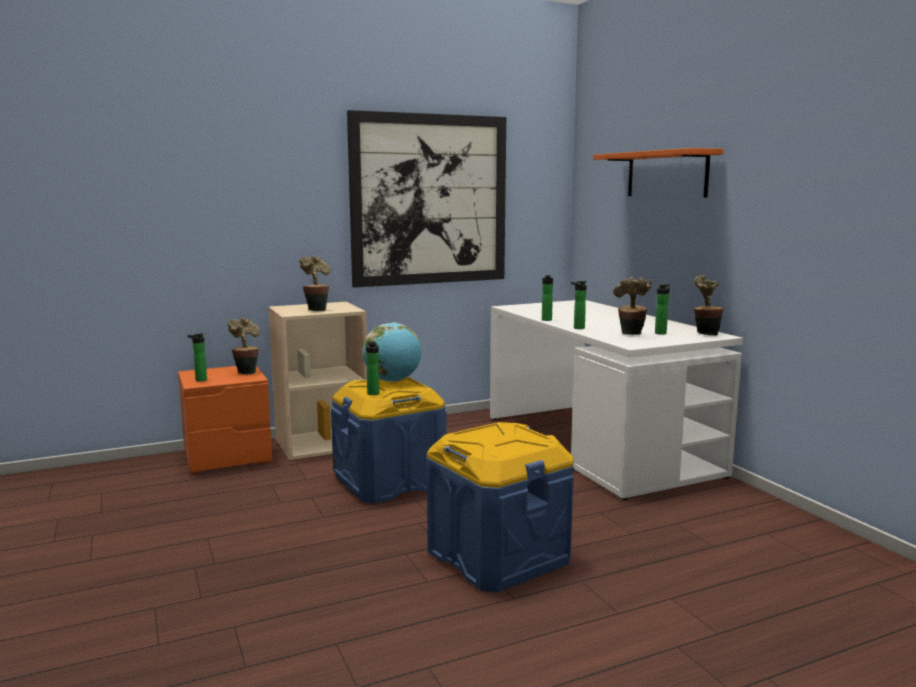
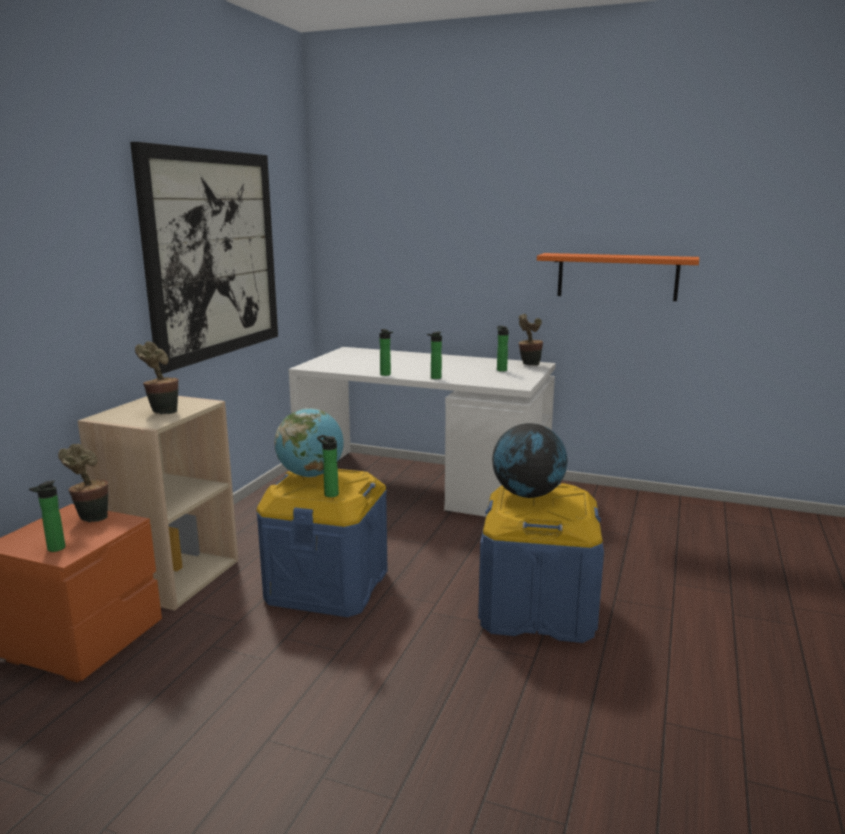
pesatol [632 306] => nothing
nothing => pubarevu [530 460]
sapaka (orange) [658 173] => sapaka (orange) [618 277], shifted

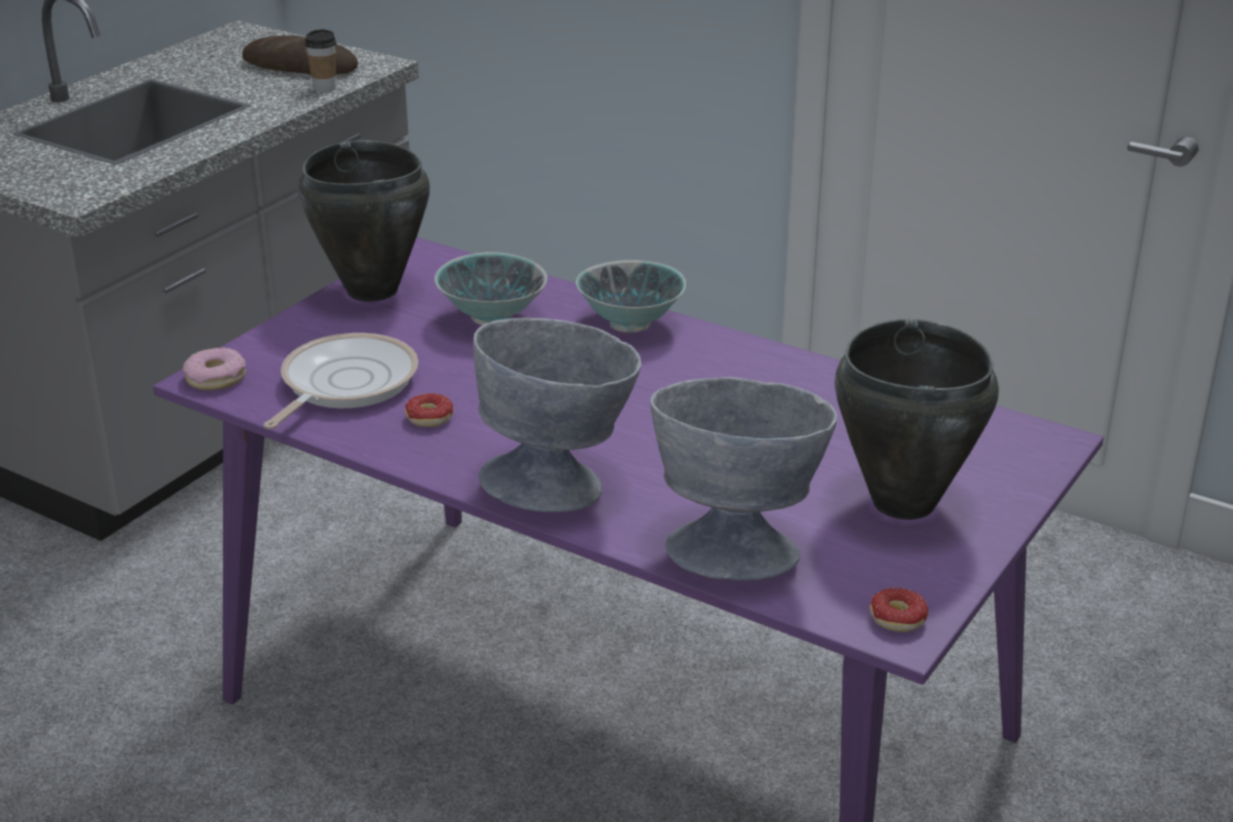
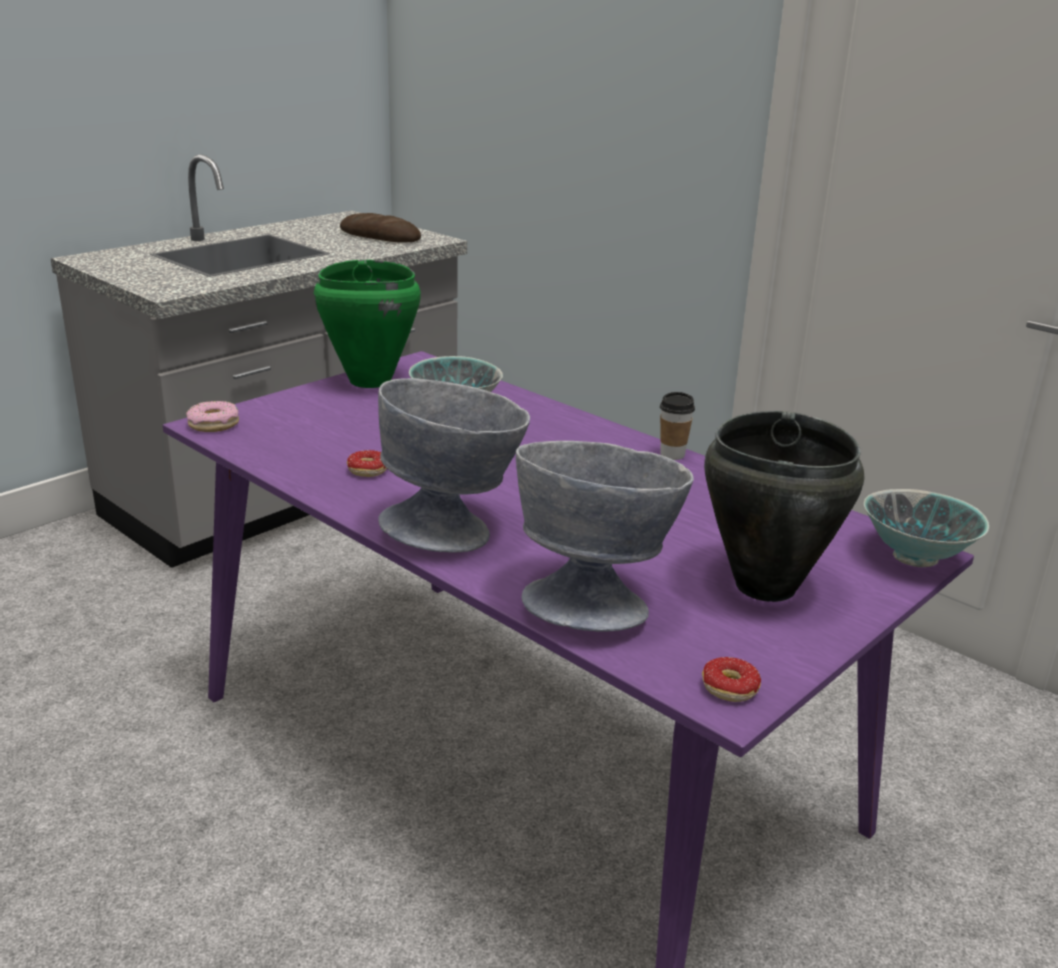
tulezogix [341 381] => nothing
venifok [320 60] => venifok [677 426], shifted
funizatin [631 296] => funizatin [926 528], shifted
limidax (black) [364 221] => limidax (green) [367 323]

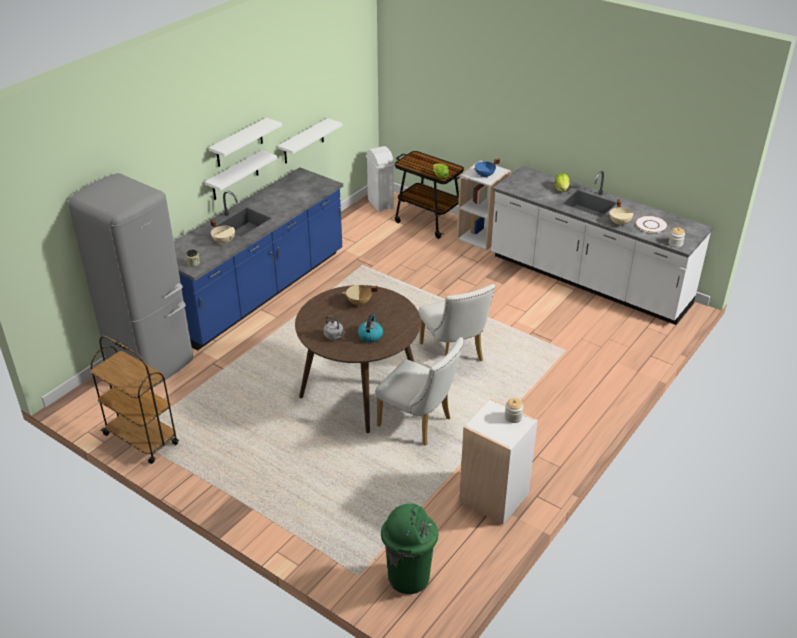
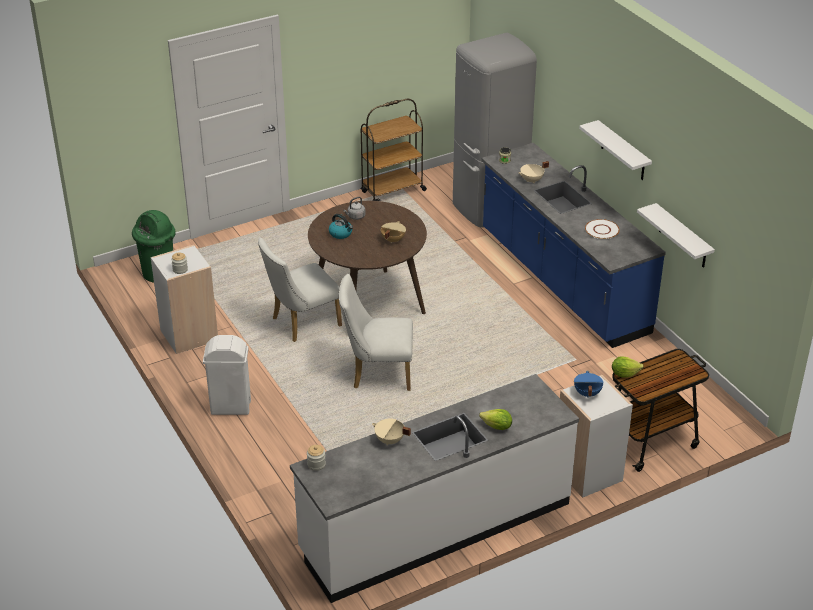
sapaka (white) [241 175] => nothing
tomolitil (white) [380 179] => tomolitil (white) [227 375], shifted
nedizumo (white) [651 224] => nedizumo (white) [602 229], shifted

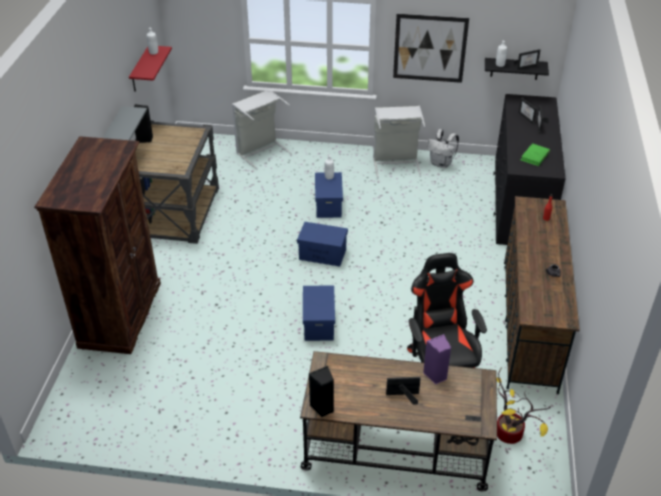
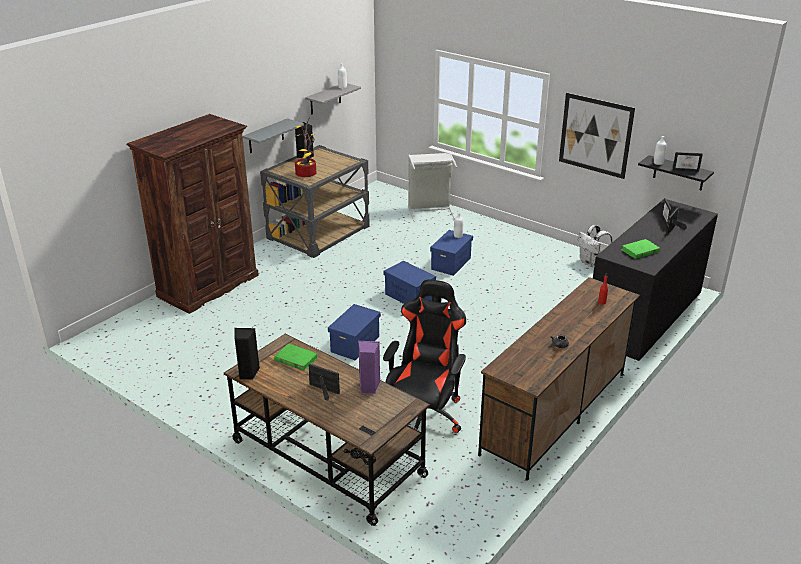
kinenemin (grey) [399 142] => nothing
nothing => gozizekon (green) [296 357]
pesatol [524 405] => pesatol [305 148], shifted
sapaka (red) [150 68] => sapaka (grey) [333 98]

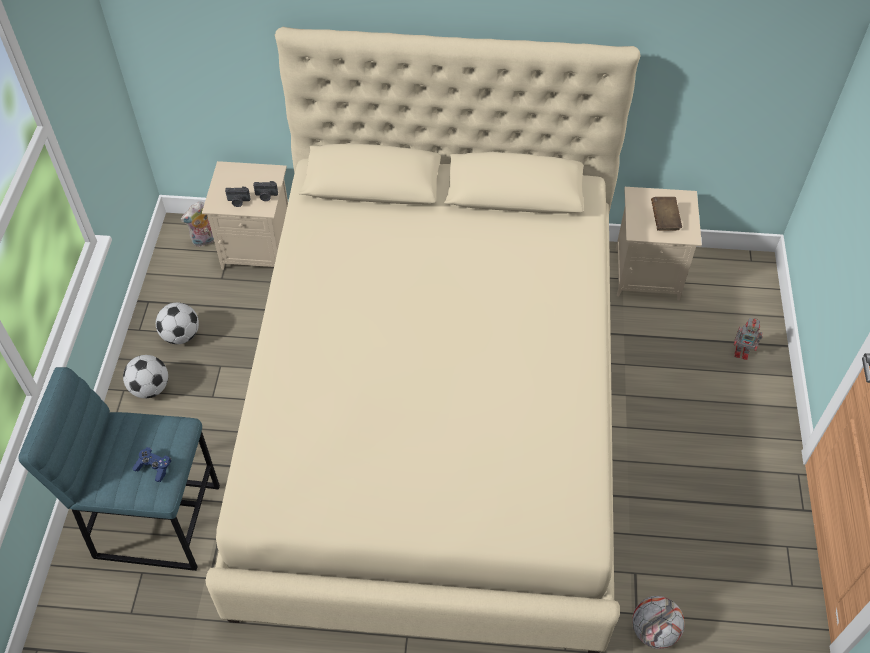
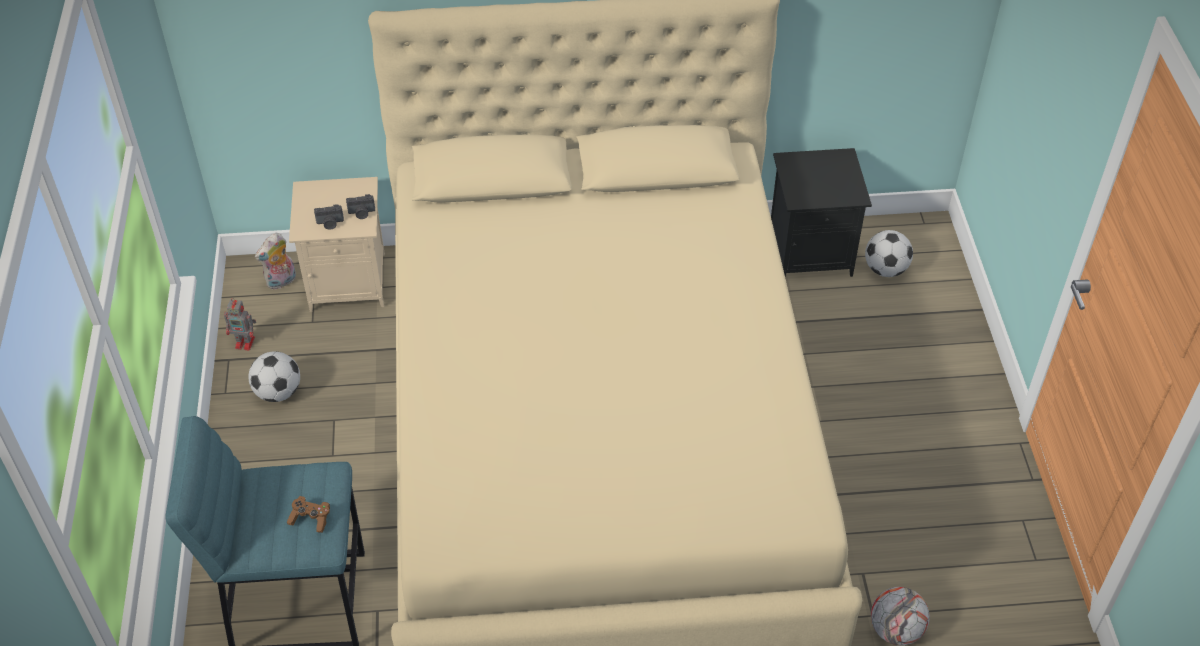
gozizekon (brown) [666 214] => nothing
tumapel [145 376] => tumapel [889 253], shifted
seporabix [748 339] => seporabix [240 324], shifted
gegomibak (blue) [151 464] => gegomibak (brown) [308 514]
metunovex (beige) [659 243] => metunovex (black) [821 212]

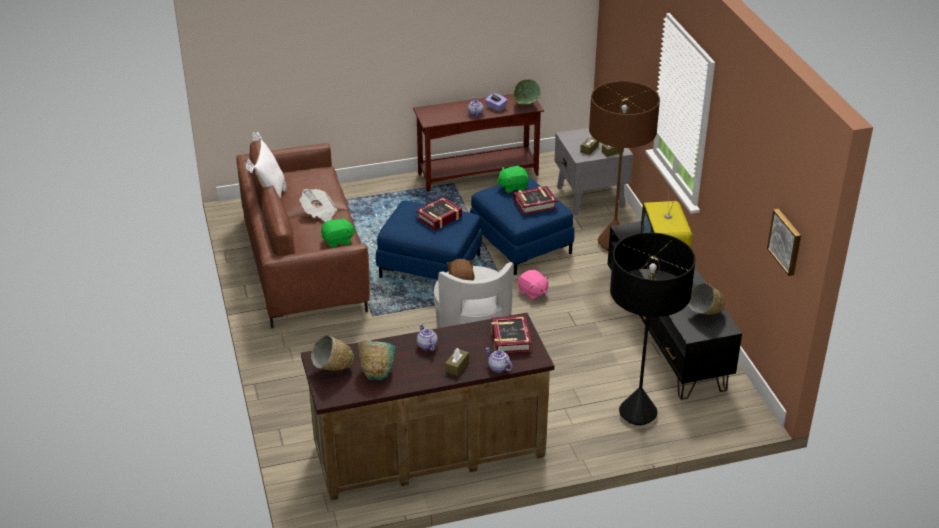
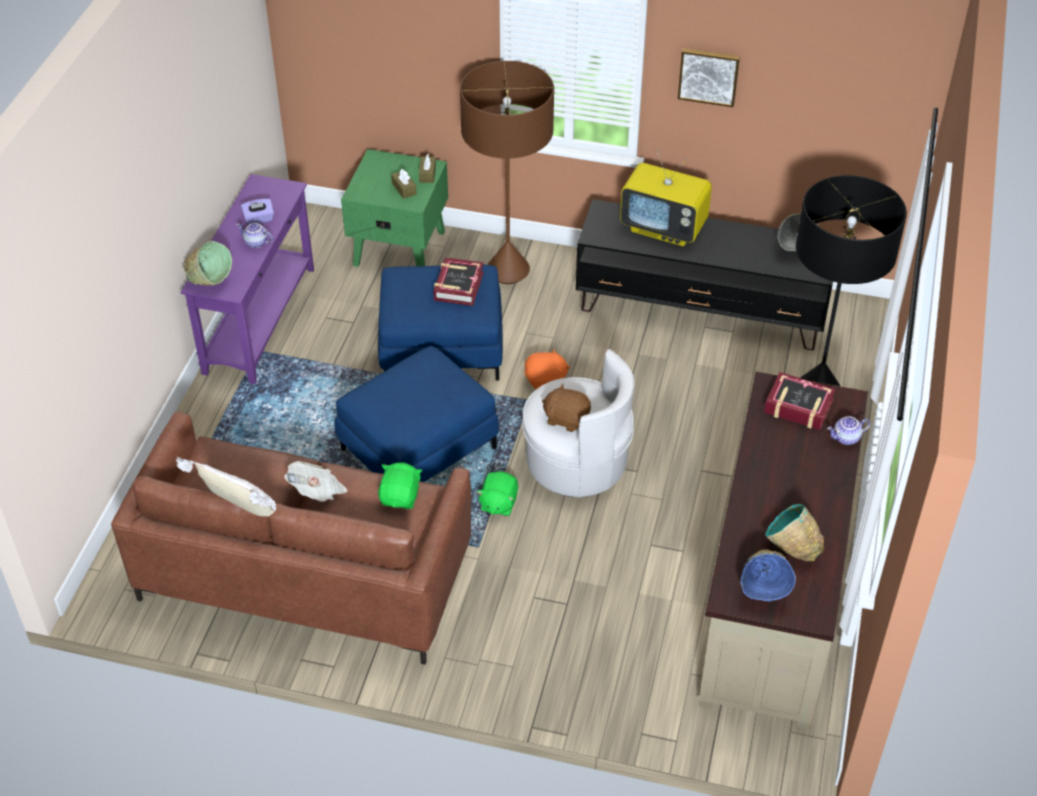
gozizekon [439 213] => nothing
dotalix [427 337] => nothing
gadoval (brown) [457 362] => nothing
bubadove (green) [513 179] => bubadove (green) [497 493], shifted
funizatin (green) [527 92] => funizatin (green) [208 263], shifted
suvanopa [784 242] => suvanopa [709 77], shifted
funizatin (grey) [332 353] => funizatin (blue) [768 575]
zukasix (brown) [478 143] => zukasix (purple) [247 279]
bubadove (pink) [533 285] => bubadove (orange) [547 368]
metunovex (grey) [594 172] => metunovex (green) [394 208]

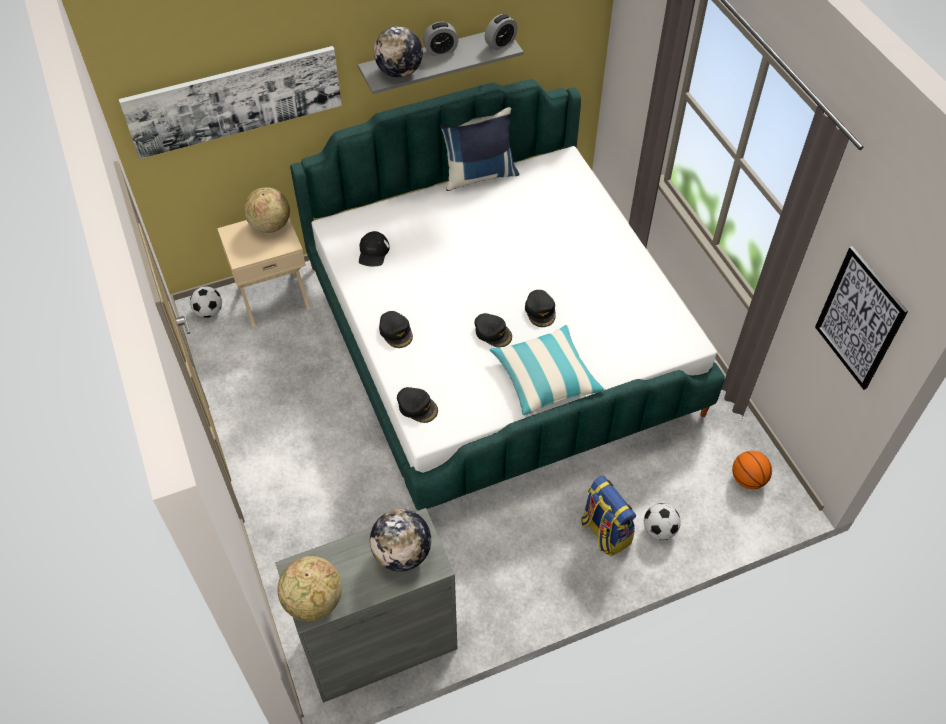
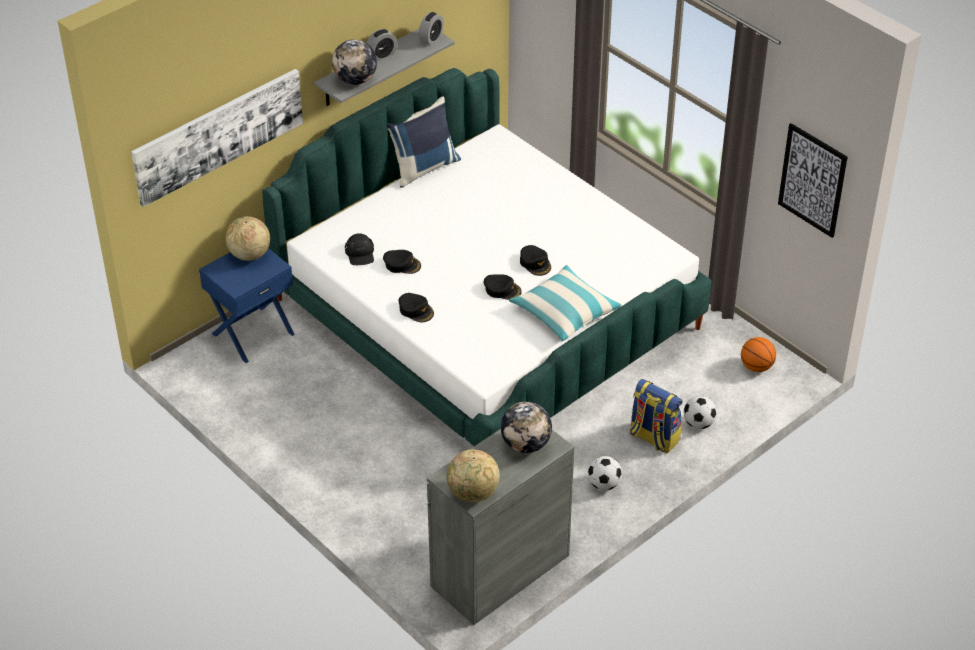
tumapel [206 302] => tumapel [605 473], shifted
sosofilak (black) [417 405] => sosofilak (black) [402 262], shifted
metunovex (beige) [263 272] => metunovex (blue) [247 305]

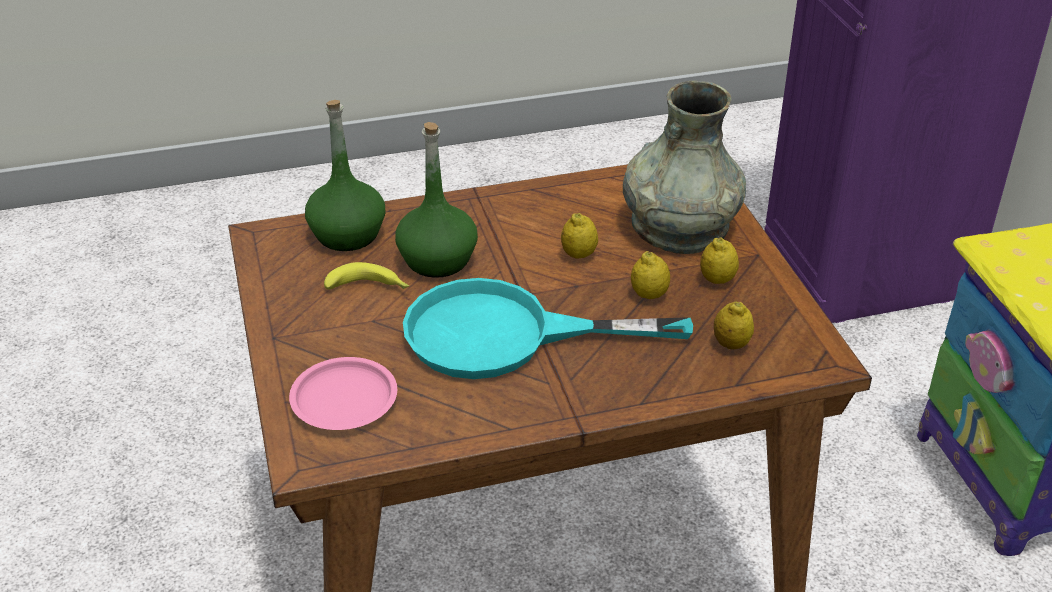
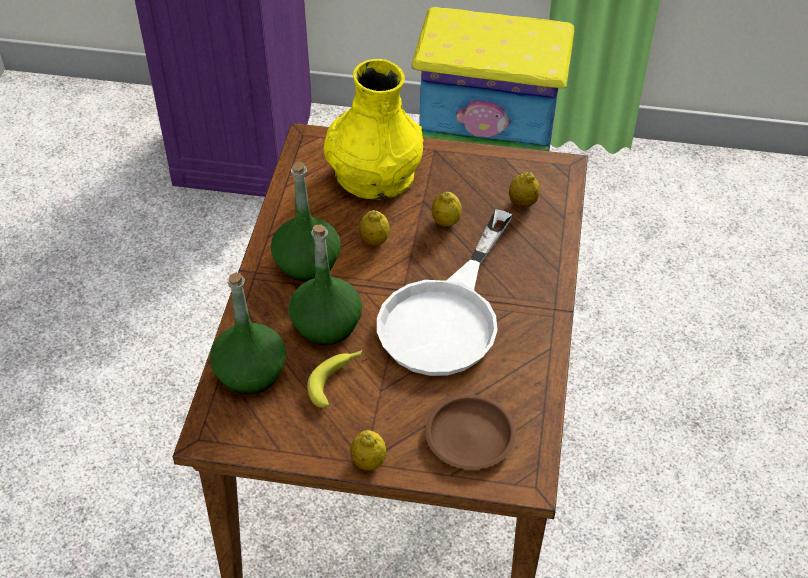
nothing => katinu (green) [306 221]
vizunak [719 261] => vizunak [368 450], shifted
nedizumo (pink) [343 393] => nedizumo (brown) [470 432]
tulezogix (turquoise) [548 328] => tulezogix (white) [444 292]
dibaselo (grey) [684 167] => dibaselo (yellow) [373 129]

